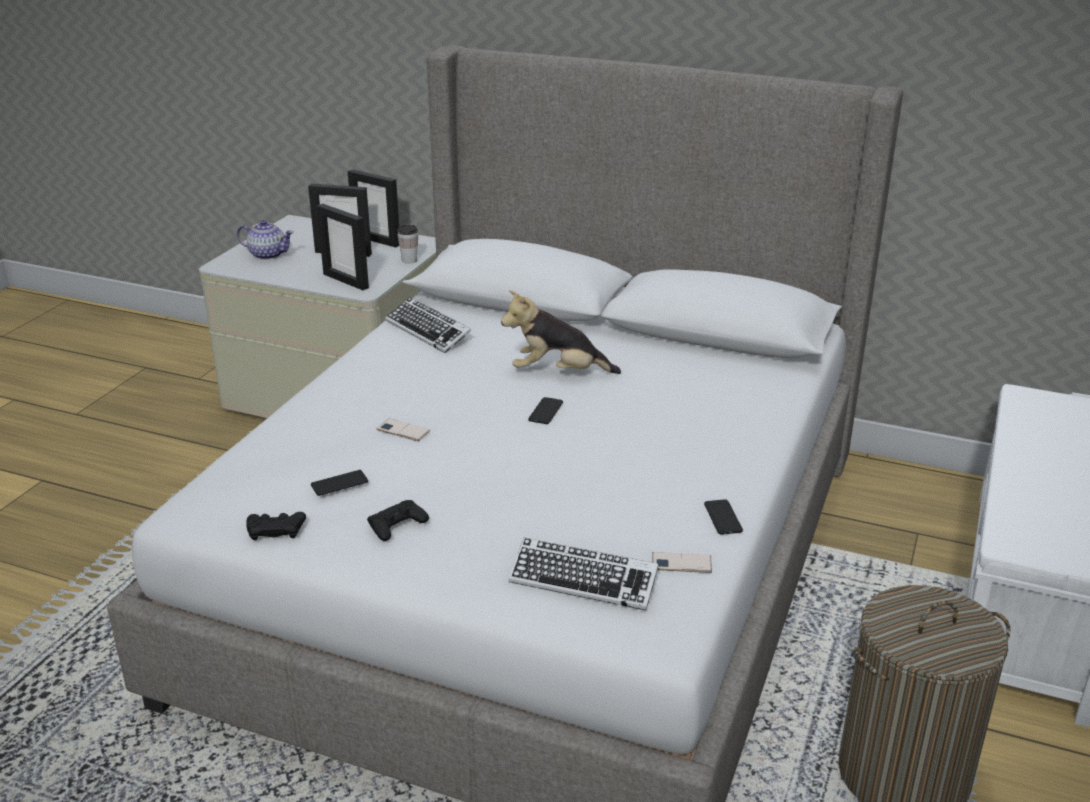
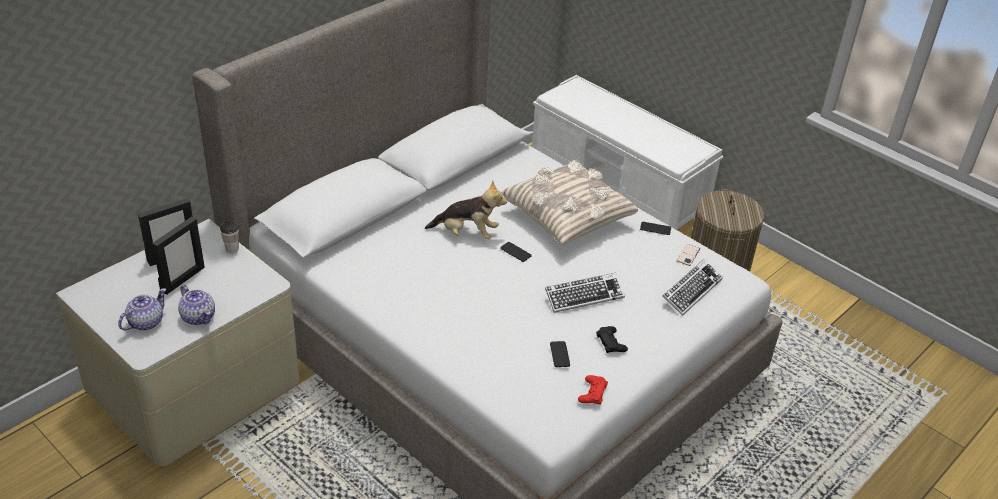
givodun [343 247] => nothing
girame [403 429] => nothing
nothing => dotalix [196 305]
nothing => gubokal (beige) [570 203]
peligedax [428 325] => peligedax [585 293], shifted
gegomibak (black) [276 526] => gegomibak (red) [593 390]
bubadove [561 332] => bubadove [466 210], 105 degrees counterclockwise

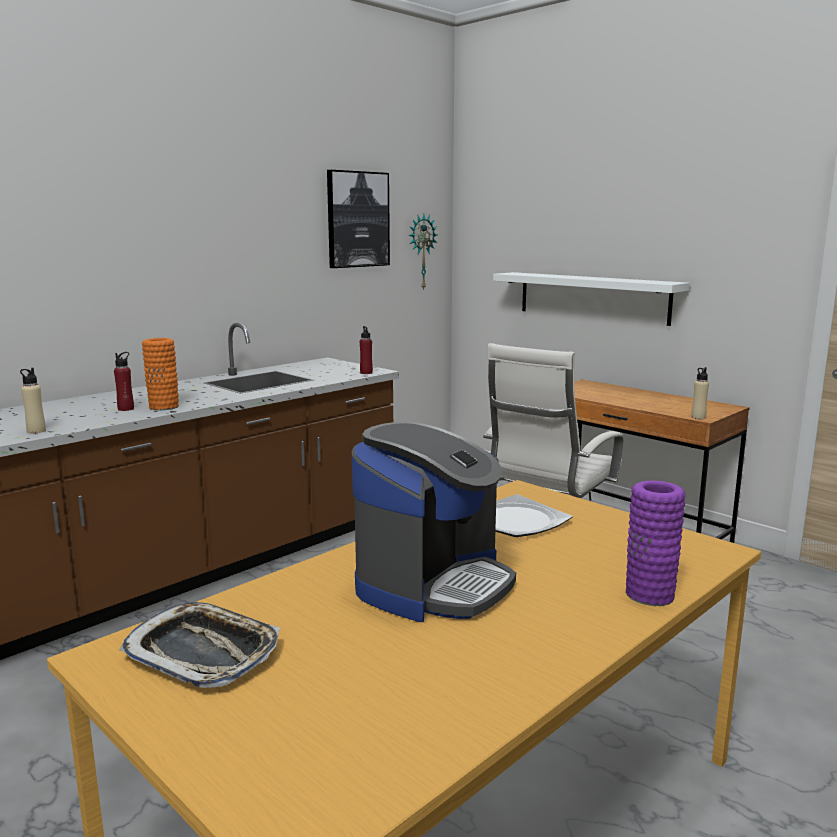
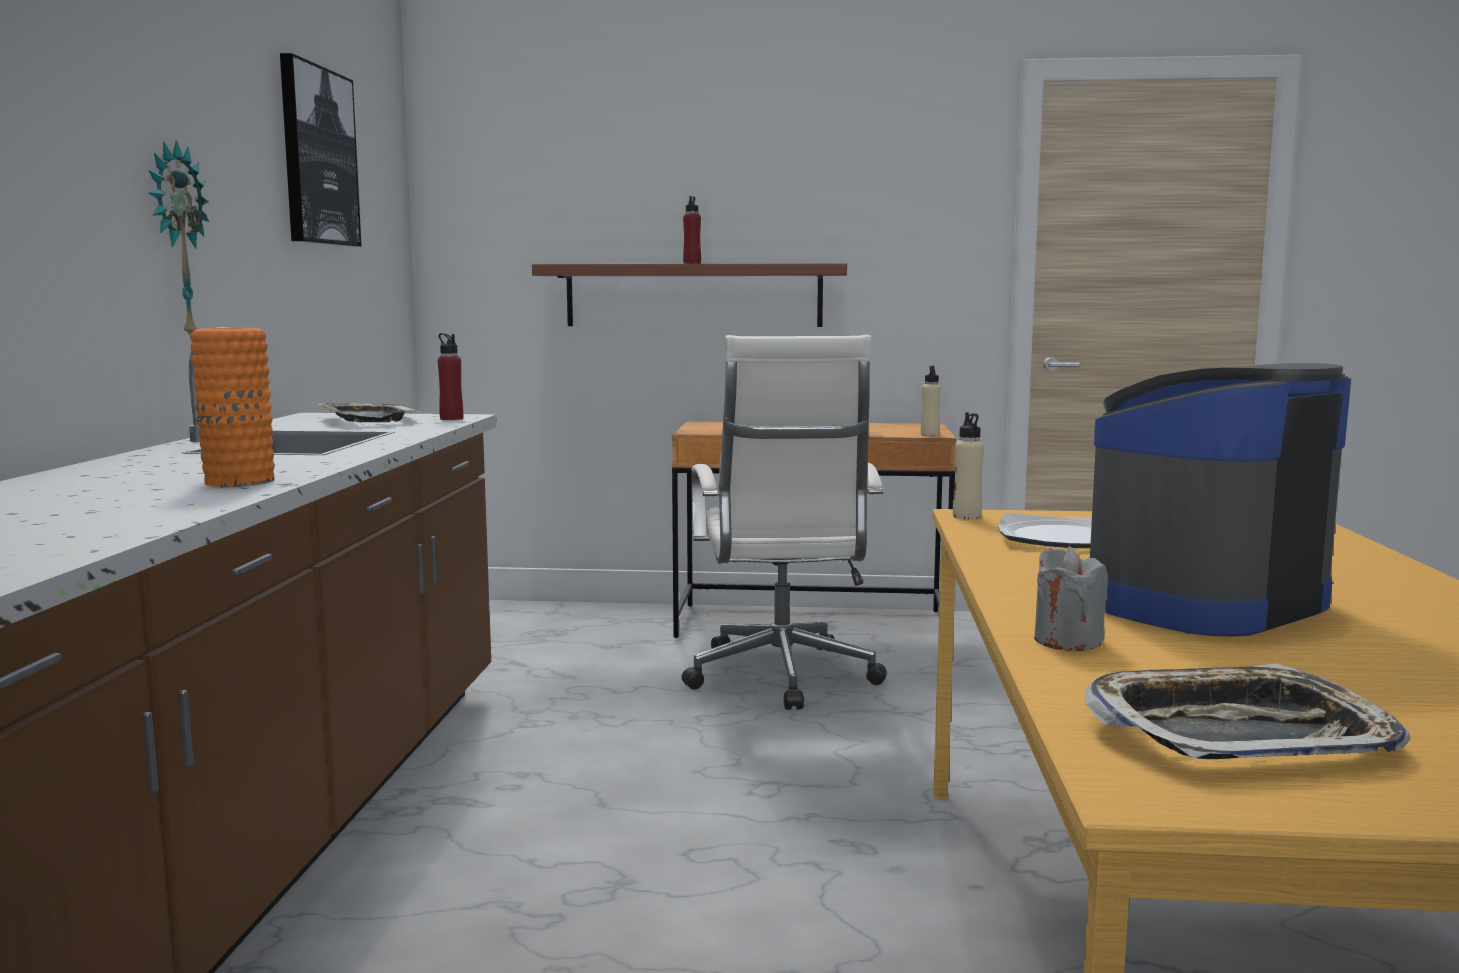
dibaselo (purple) [655 543] => nothing
nothing => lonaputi [369 412]
nothing => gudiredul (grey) [1071 598]
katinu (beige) [33 401] => katinu (beige) [968 466], shifted
katinu (red) [124 381] => katinu (red) [692 230], shifted
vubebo [423 252] => vubebo [179 240], shifted
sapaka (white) [591 299] => sapaka (brown) [689 295]
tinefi [434 522] => tinefi [1220 499], 120 degrees counterclockwise

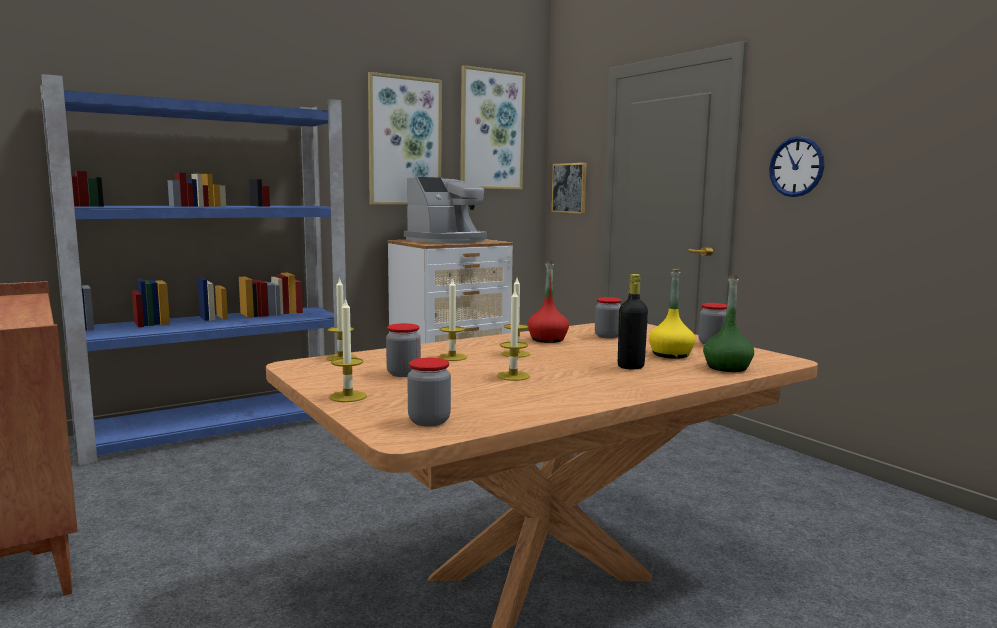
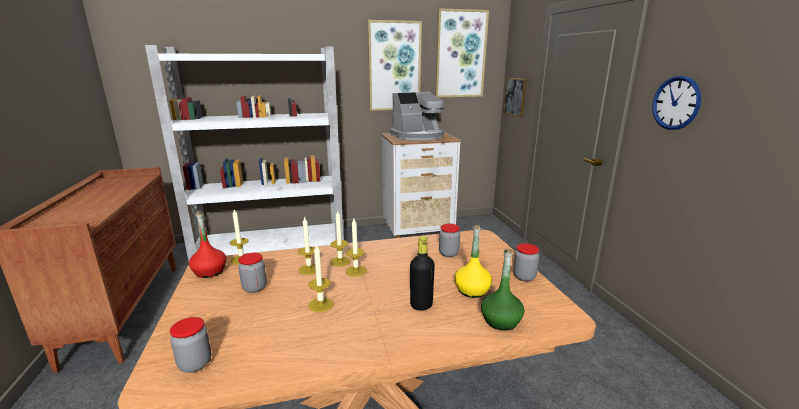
gudiredul [348 350] => gudiredul [340 238], shifted
katinu (red) [548 302] => katinu (red) [207 244], shifted
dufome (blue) [193 270] => dufome (white) [244 153]

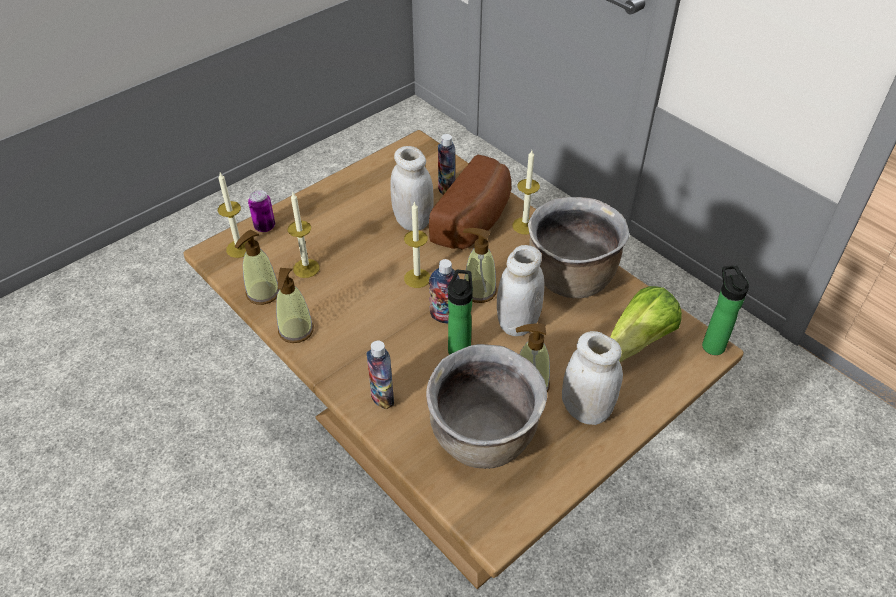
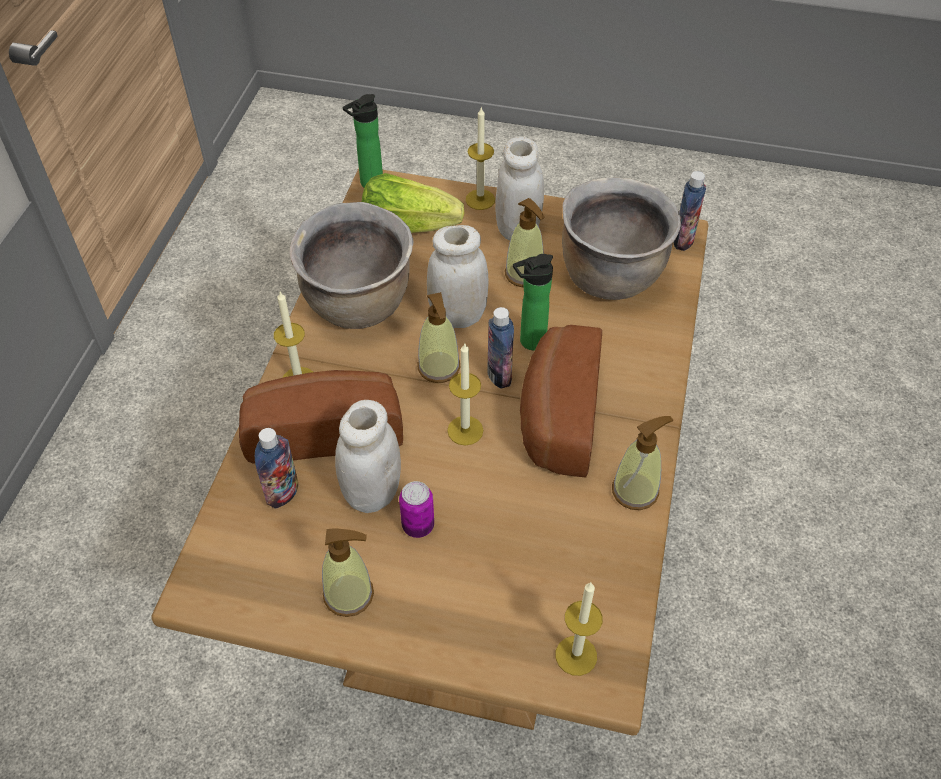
nothing => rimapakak [561 401]
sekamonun [257 267] => sekamonun [348 572], shifted
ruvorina [261 211] => ruvorina [416 509], shifted
gudiredul [304 235] => gudiredul [480 159], shifted
katinu [380 374] => katinu [689 211], shifted

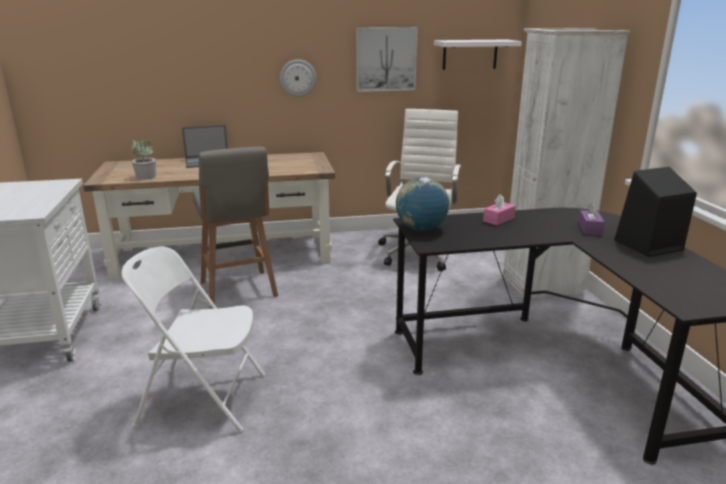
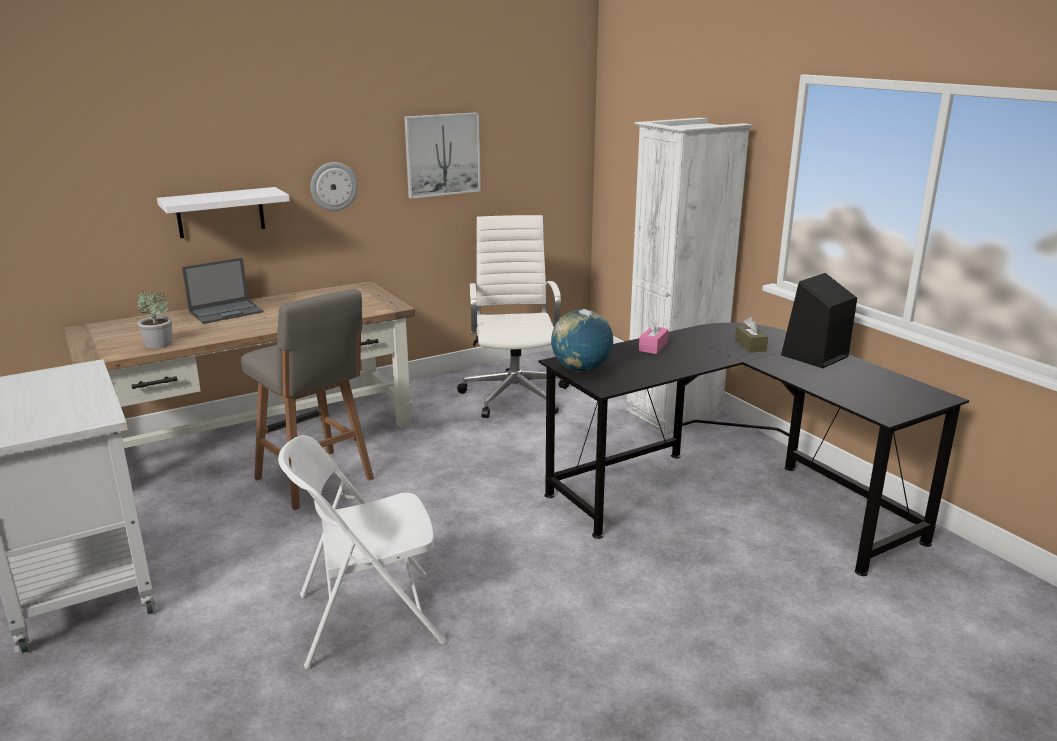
sapaka (white) [478 55] => sapaka (white) [223 212], shifted
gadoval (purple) [592 219] => gadoval (brown) [751 334]

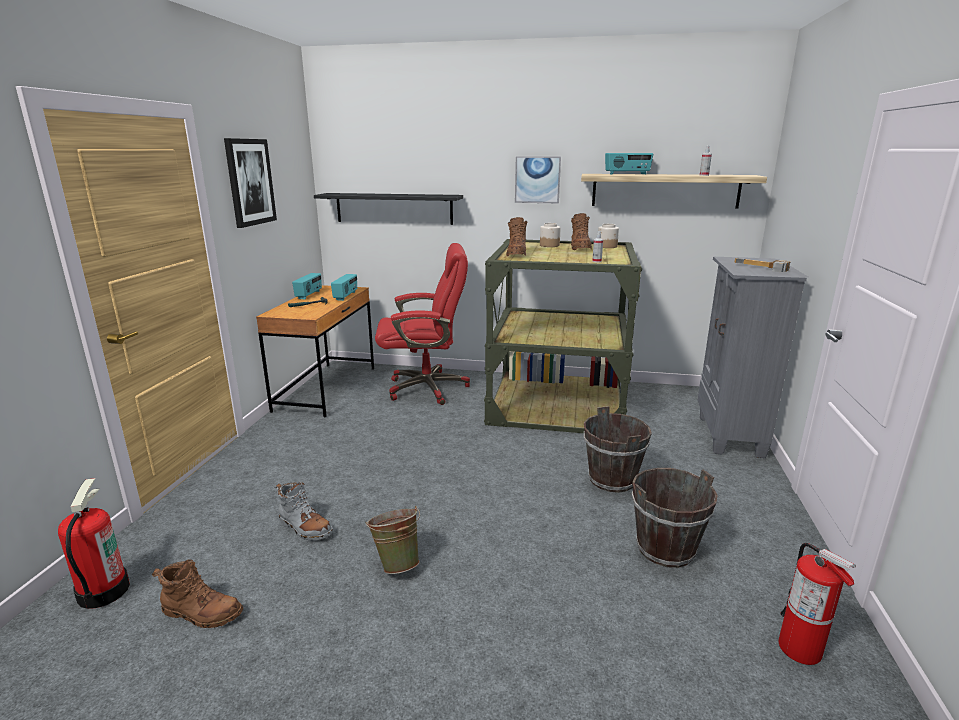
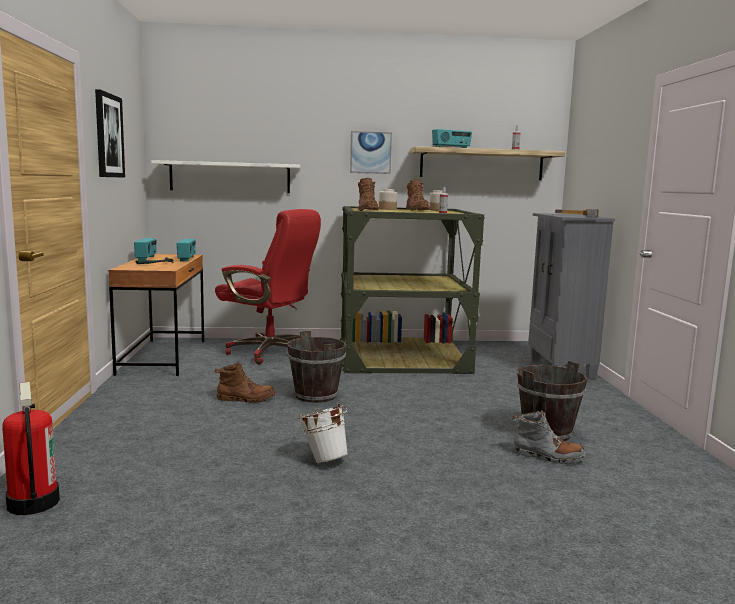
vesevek [817 604] => nothing
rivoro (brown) [197 593] => rivoro (brown) [244 382], shifted
rivoro (grey) [304 511] => rivoro (grey) [549 437], shifted
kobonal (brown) [618 449] => kobonal (brown) [316 367], shifted
sapaka (black) [388 209] => sapaka (white) [225 176]
kobonal (green) [392 540] => kobonal (white) [323 433]
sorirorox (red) [422 324] => sorirorox (red) [268 287], 45 degrees clockwise

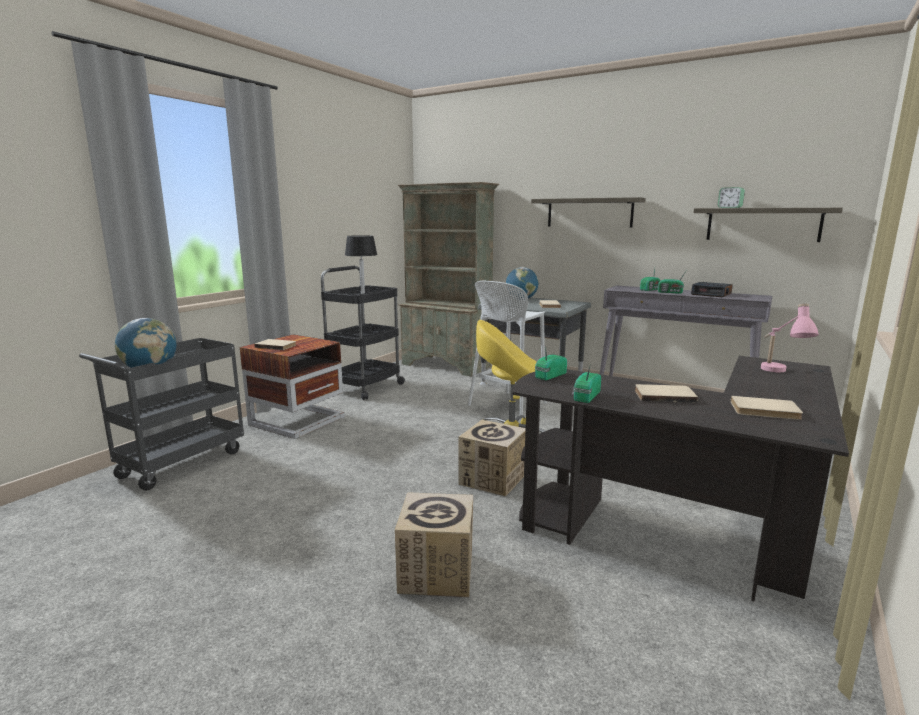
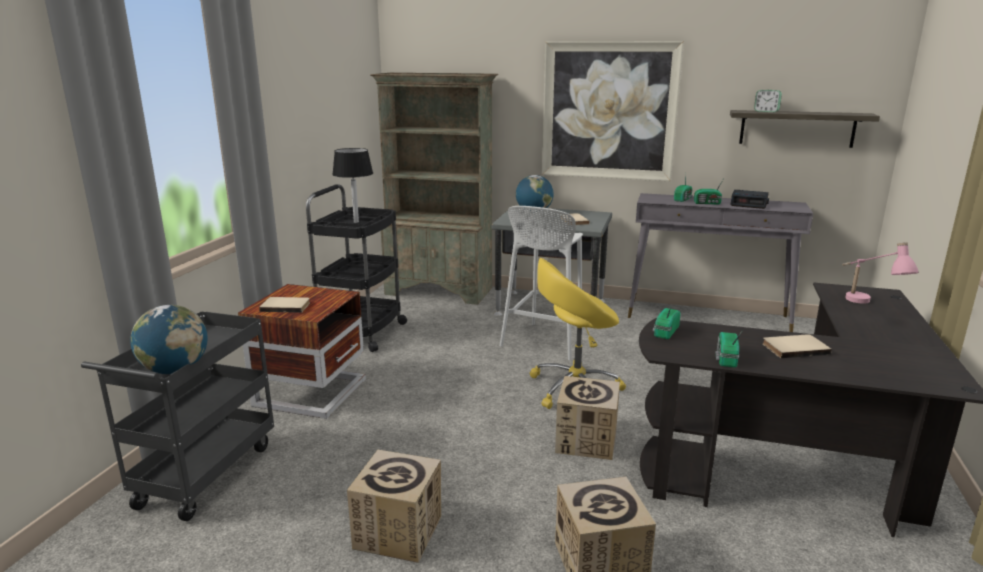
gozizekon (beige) [766 408] => nothing
nothing => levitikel [394 506]
sapaka [588 212] => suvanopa [613 111]

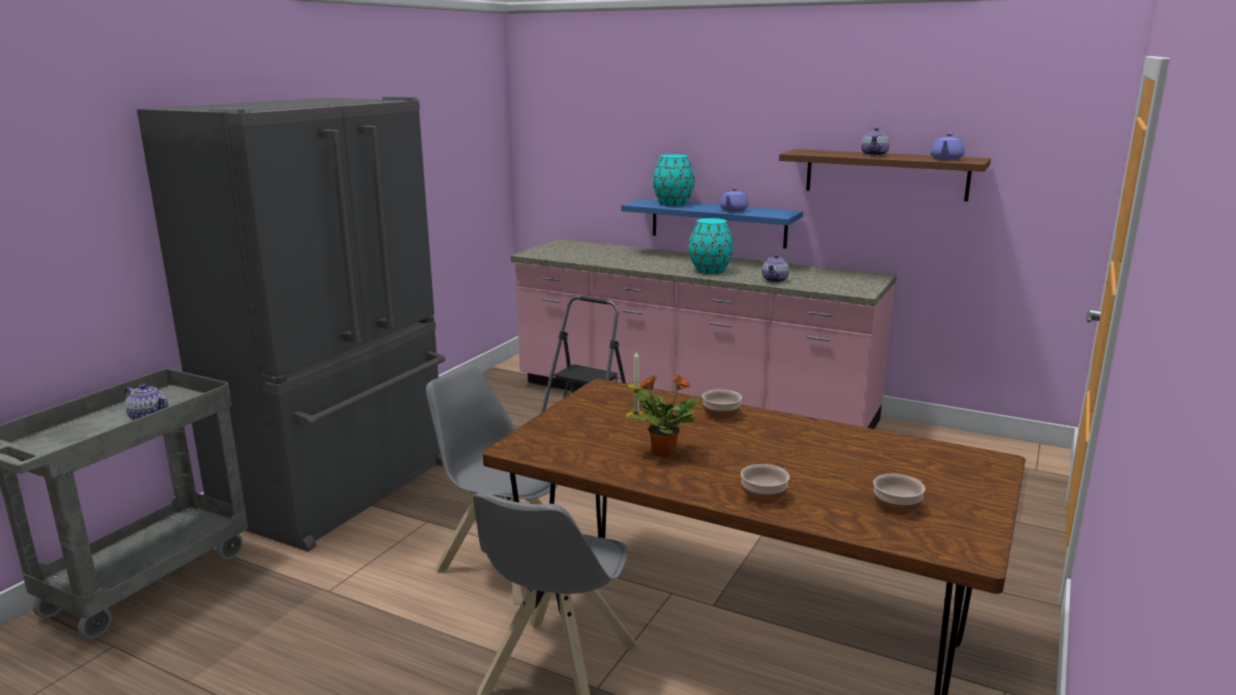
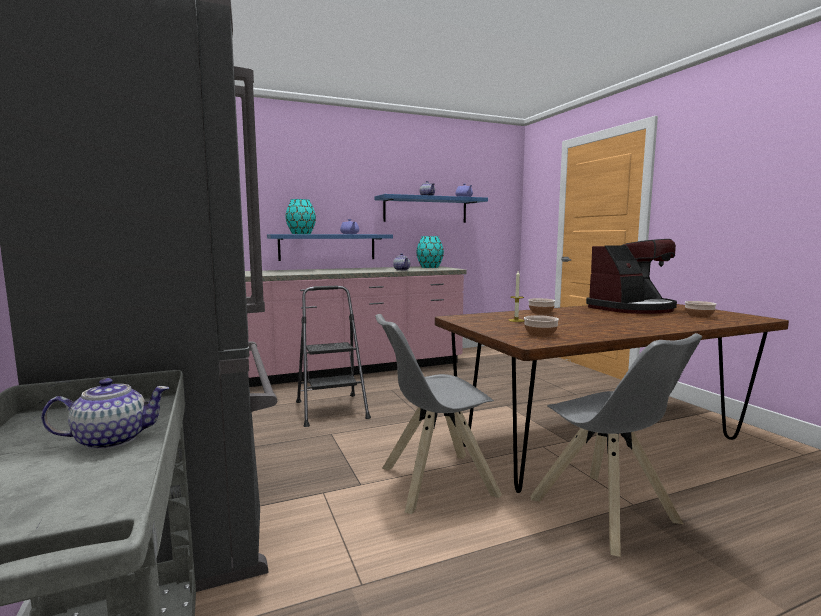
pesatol [663 416] => nothing
nothing => tinefi [631 276]
dibaselo (turquoise) [711 246] => dibaselo (turquoise) [430 252], shifted
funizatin [765 484] => funizatin [541 326], shifted
sapaka (brown) [885 175] => sapaka (blue) [431 208]

